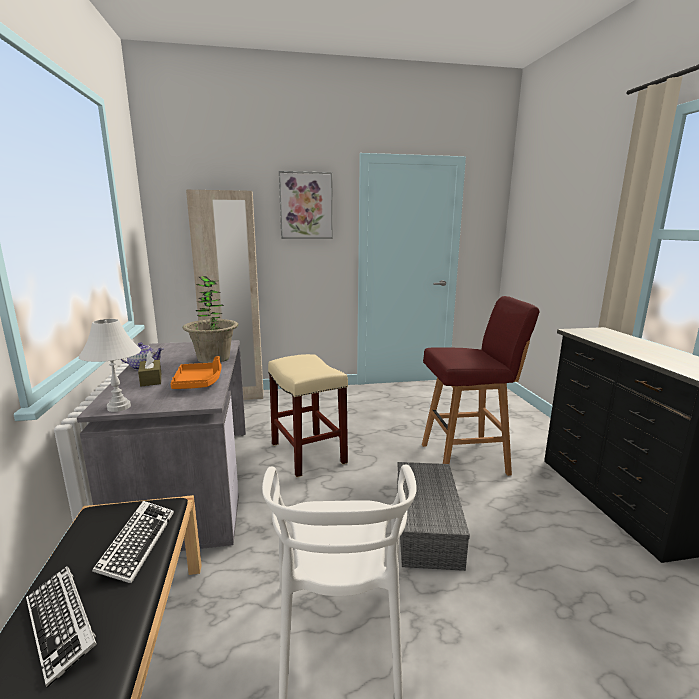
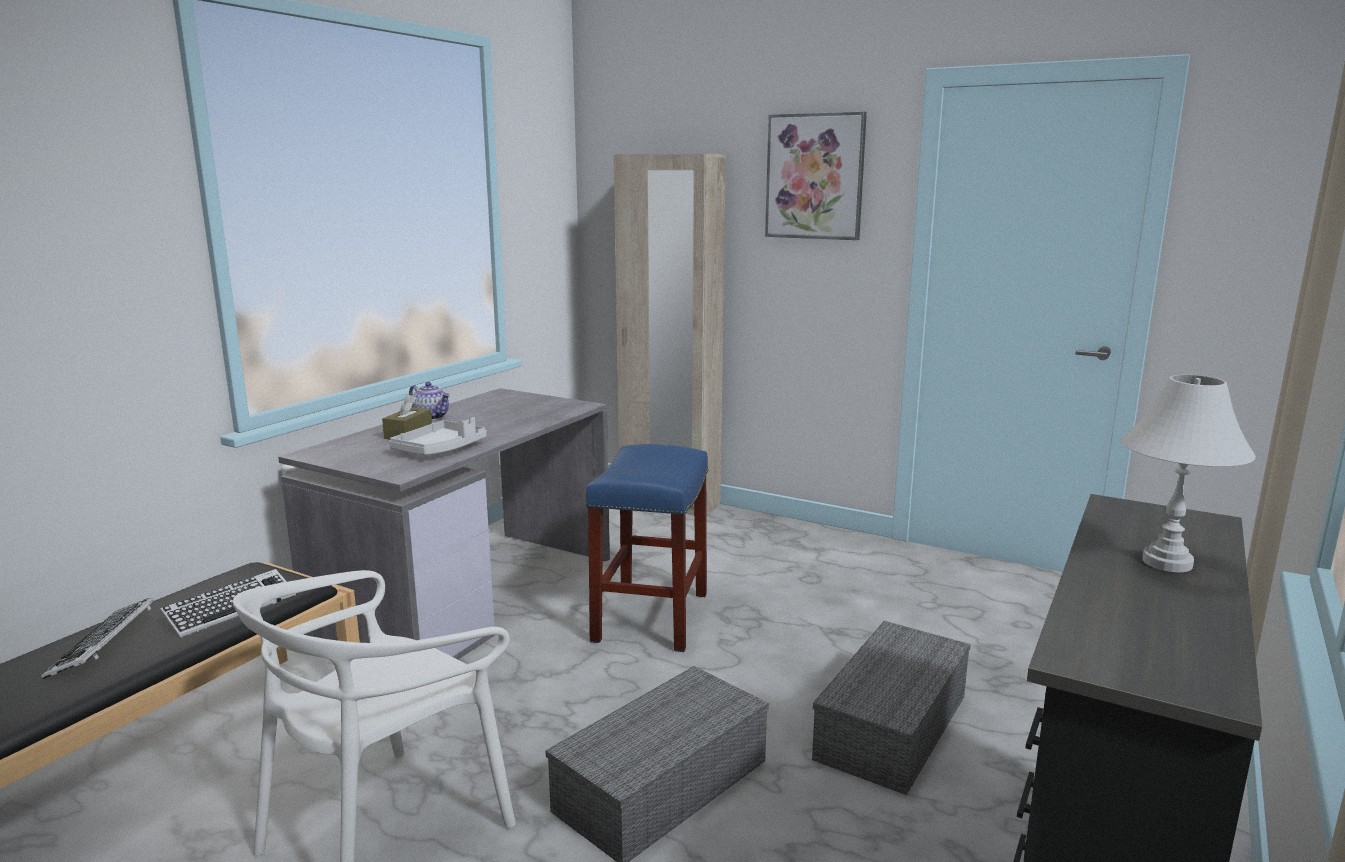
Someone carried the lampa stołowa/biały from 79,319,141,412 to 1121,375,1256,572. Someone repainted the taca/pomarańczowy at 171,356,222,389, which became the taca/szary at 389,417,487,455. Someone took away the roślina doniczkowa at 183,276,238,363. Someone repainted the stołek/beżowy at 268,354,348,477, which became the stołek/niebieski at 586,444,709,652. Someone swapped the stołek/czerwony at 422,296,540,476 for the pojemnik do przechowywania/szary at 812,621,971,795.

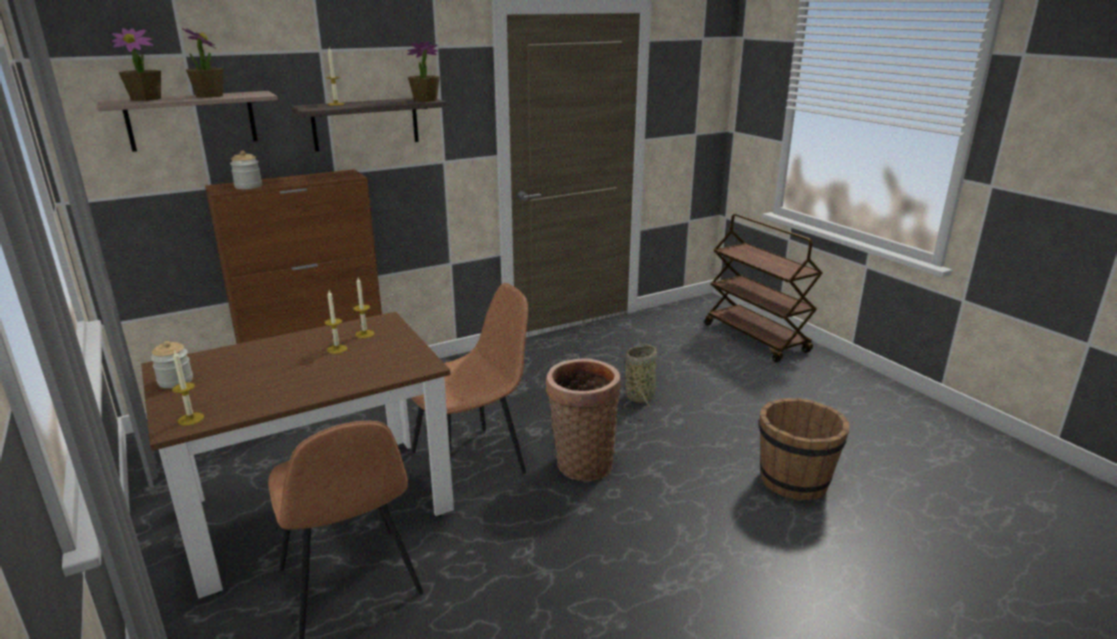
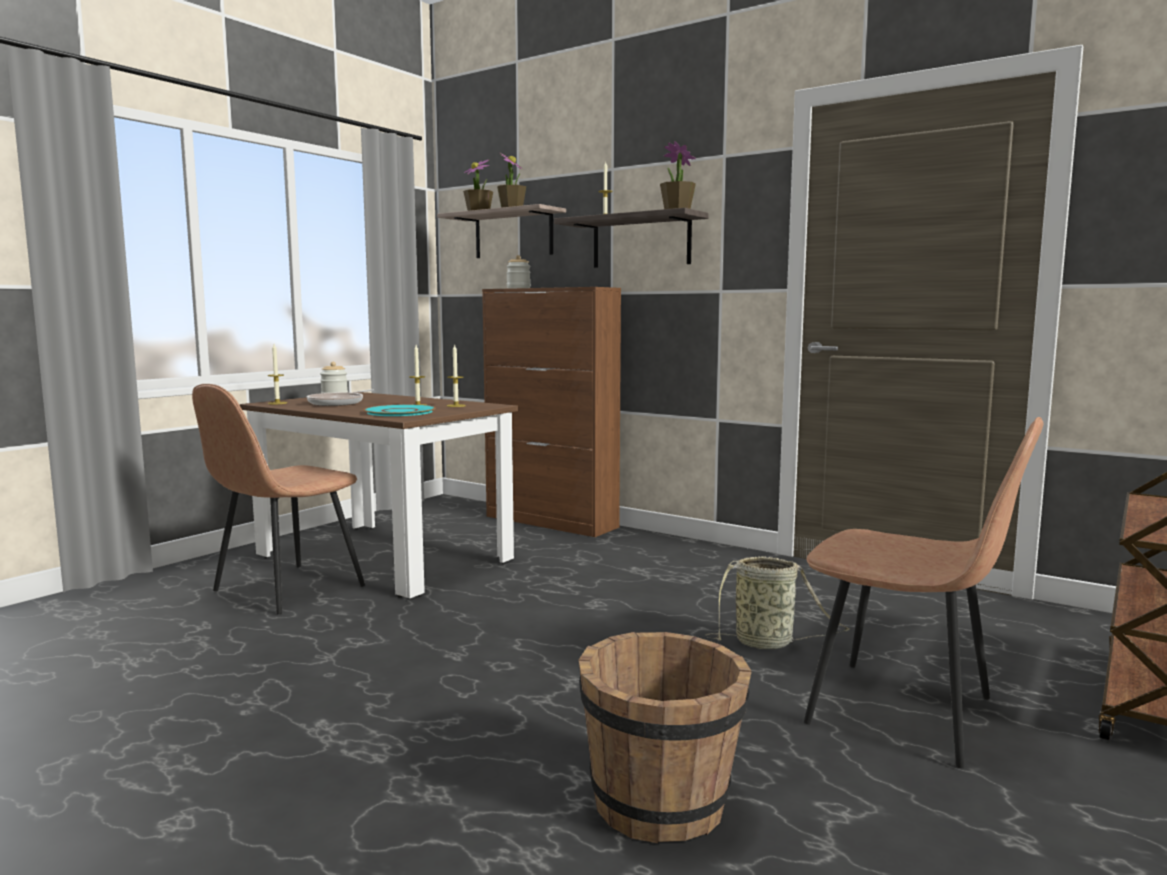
Someone carried the krzesło/brązowy from 411,283,528,474 to 804,417,1043,768. Someone took away the koszyk at 546,359,621,481. Someone put down the patelnia at 307,389,374,406. Someone put down the talerz/turkusowy at 363,404,436,416.

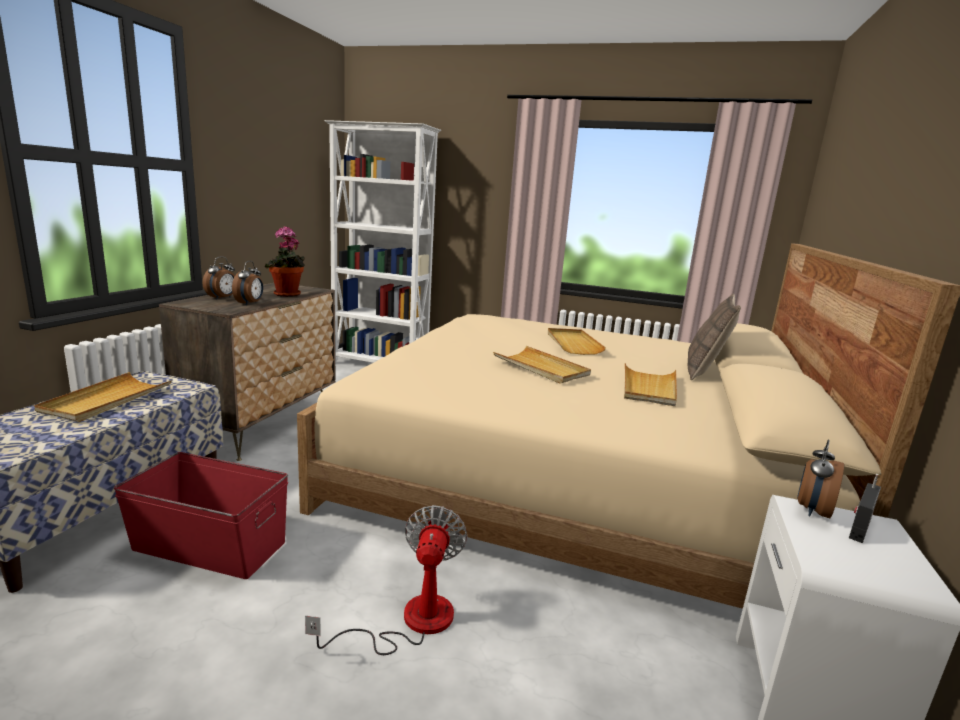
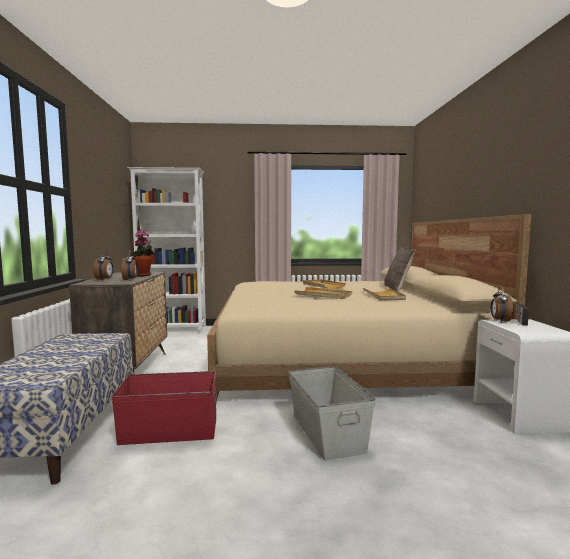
Someone took away the taca/beżowy at 34,372,172,422. Someone swapped the wentylator at 305,505,468,655 for the pojemnik do przechowywania/szary at 289,366,375,460.

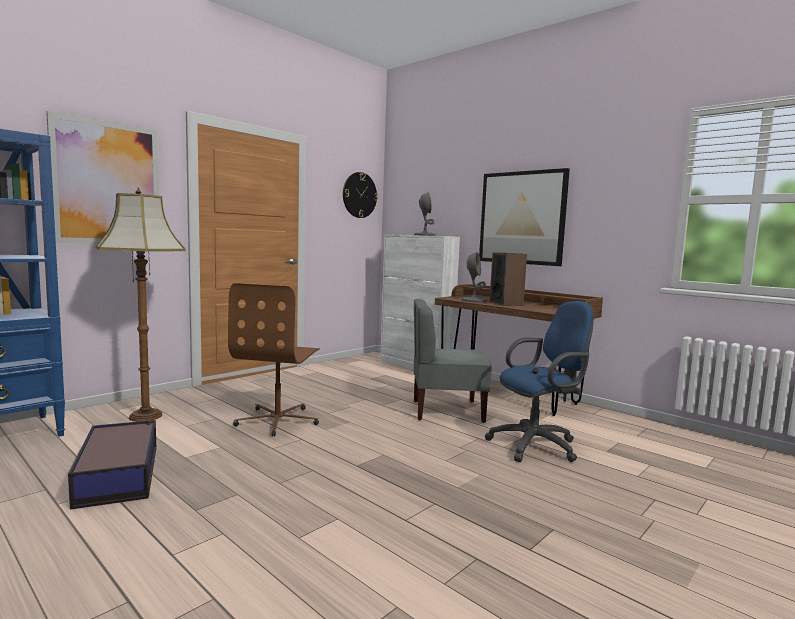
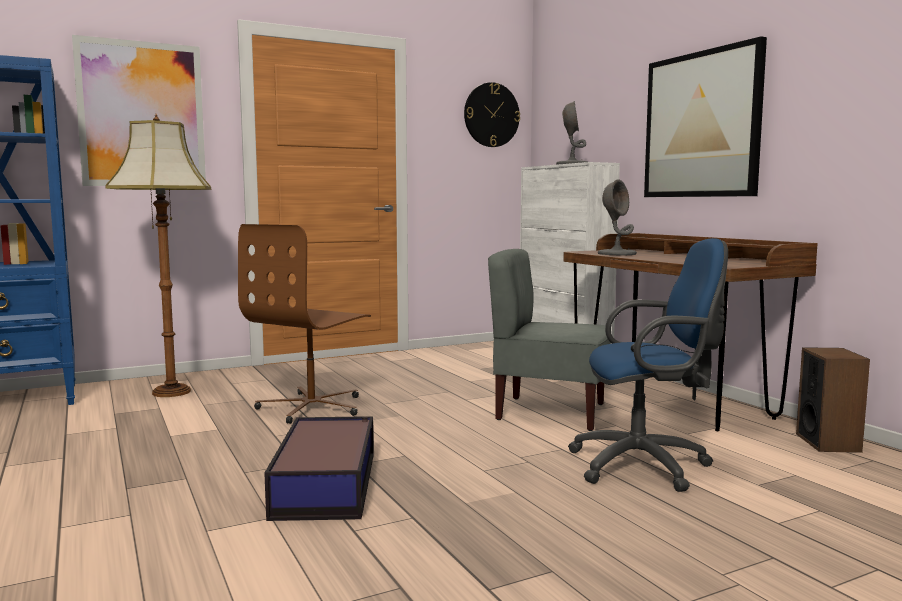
Someone carried the pojemnik do przechowywania from 68,420,156,510 to 264,416,374,521. Someone carried the głośnik from 490,252,527,306 to 796,347,870,453.

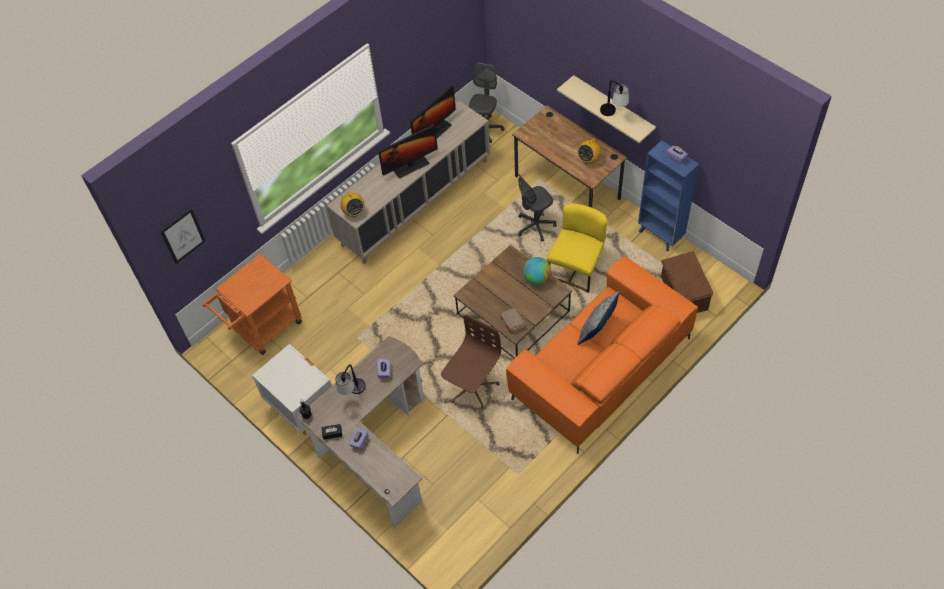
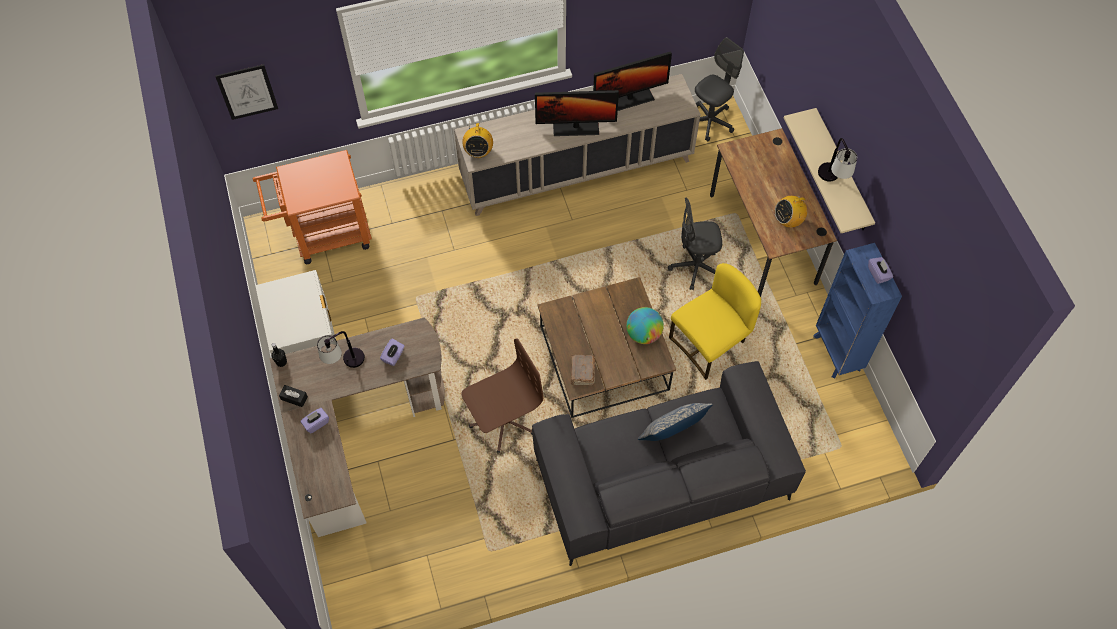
Someone repainted the kanapa/pomarańczowy at 506,256,698,454, which became the kanapa/szary at 532,361,806,566. Someone took away the pojemnik do przechowywania/brązowy at 661,251,714,313.

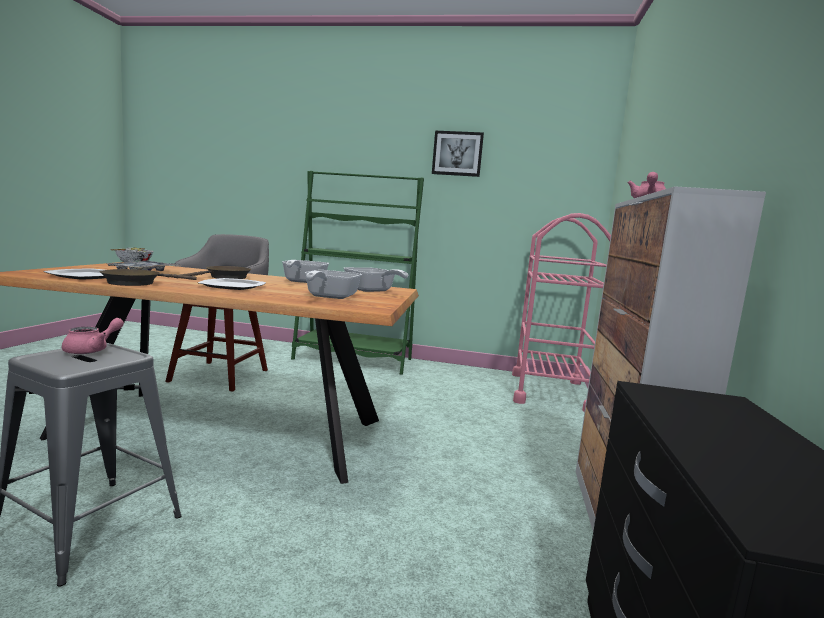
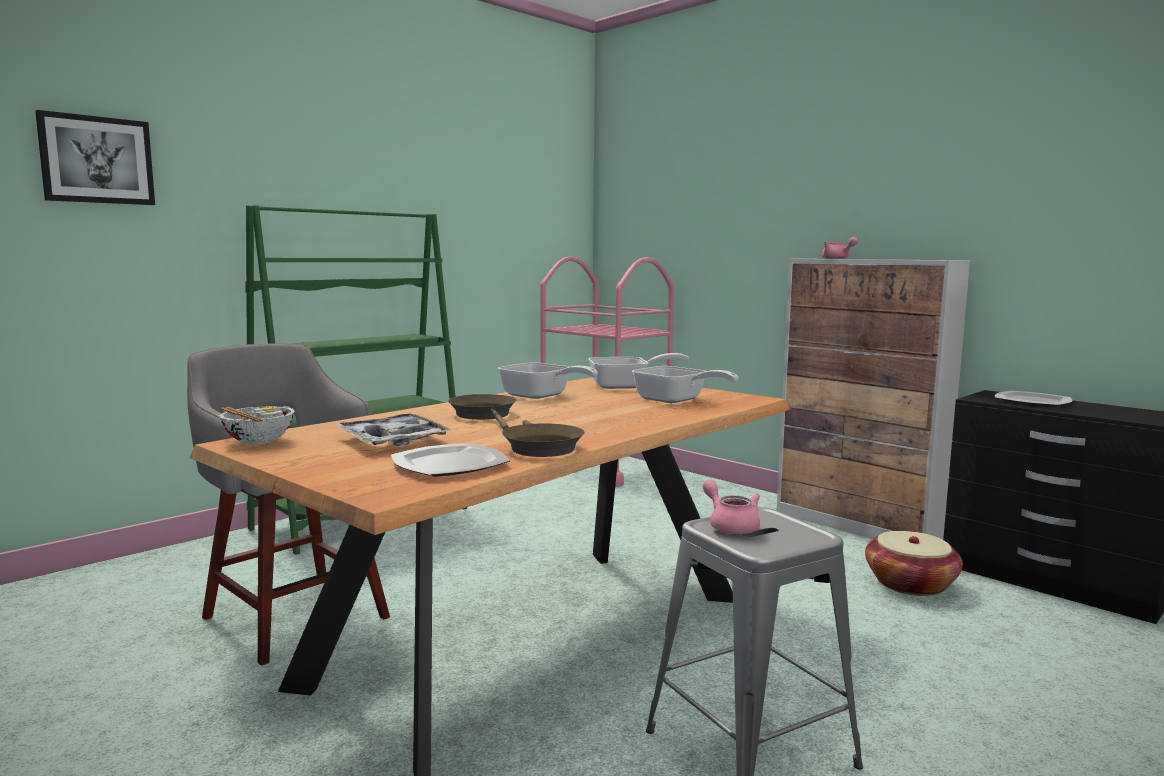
Someone carried the talerz from 198,278,266,290 to 995,391,1072,407. Someone carried the obraz from 432,131,484,177 to 35,110,155,205. Someone put down the koszyk at 865,531,963,596.

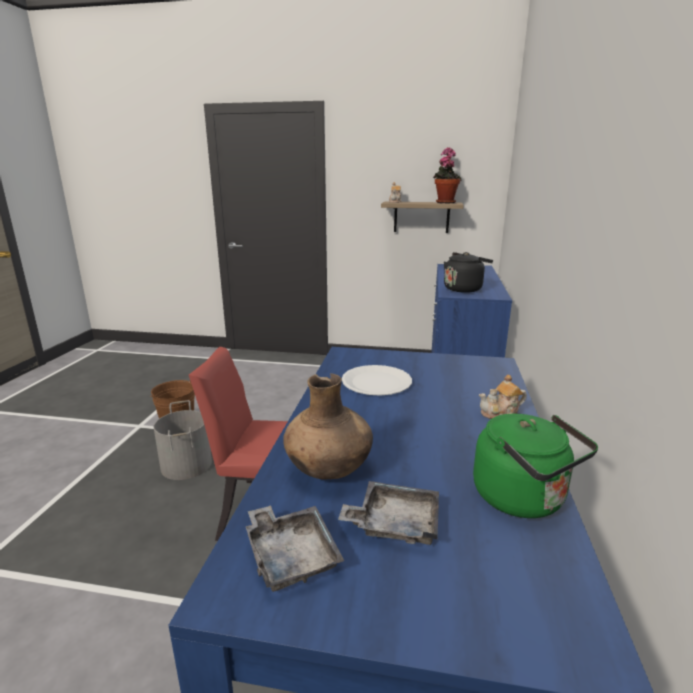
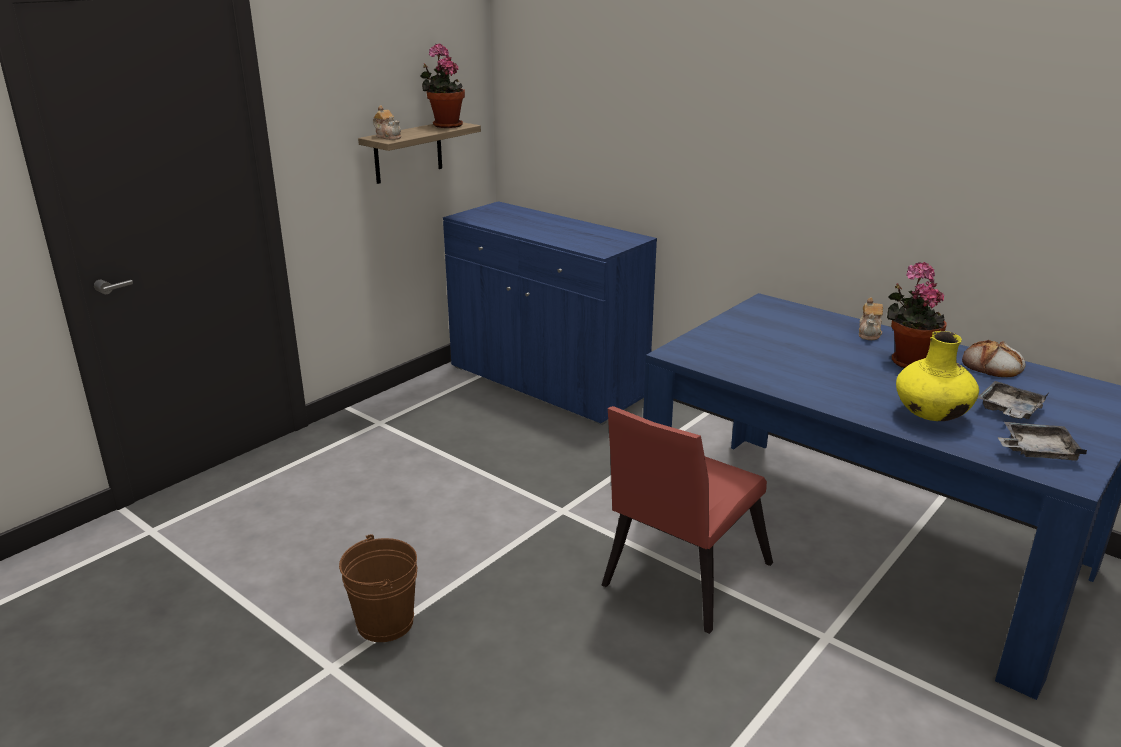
Someone took away the wiadro/szary at 154,400,212,480. Someone repainted the wazon/brązowy at 283,373,373,479, which became the wazon/żółty at 896,331,979,421. Someone took away the talerz/biały at 342,365,412,396. Someone took away the czajnik/czarny at 444,252,493,293. Someone swapped the czajnik/zielony at 473,414,598,518 for the chleb at 962,340,1026,377. Someone put down the roślina doniczkowa at 887,262,946,368.

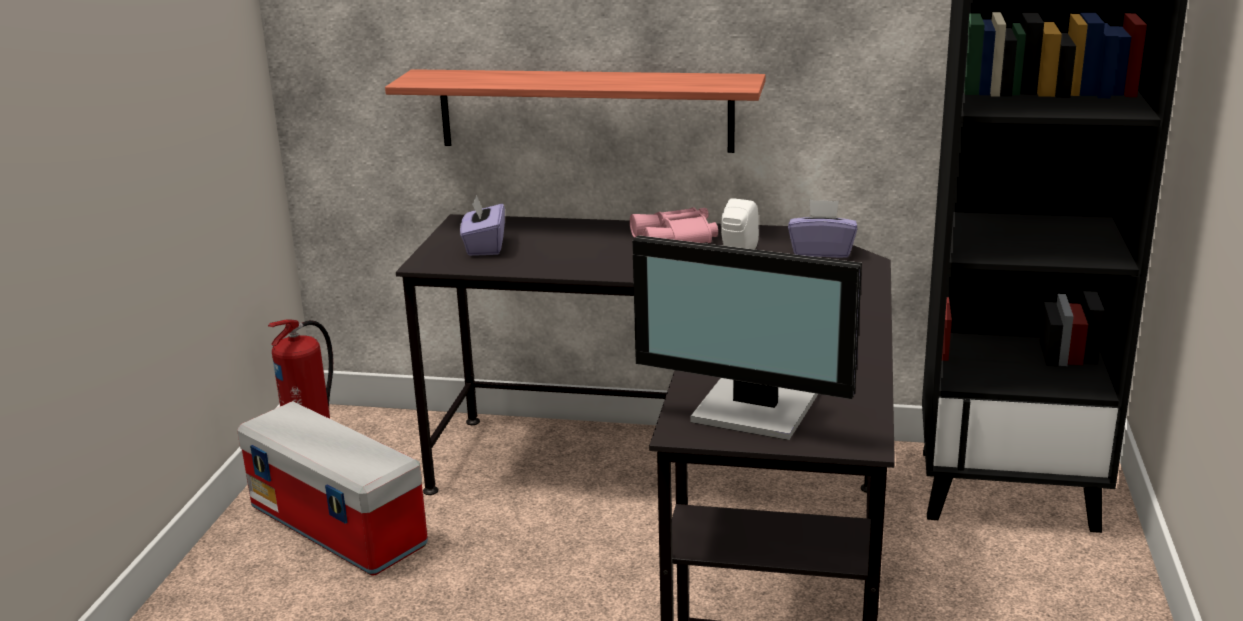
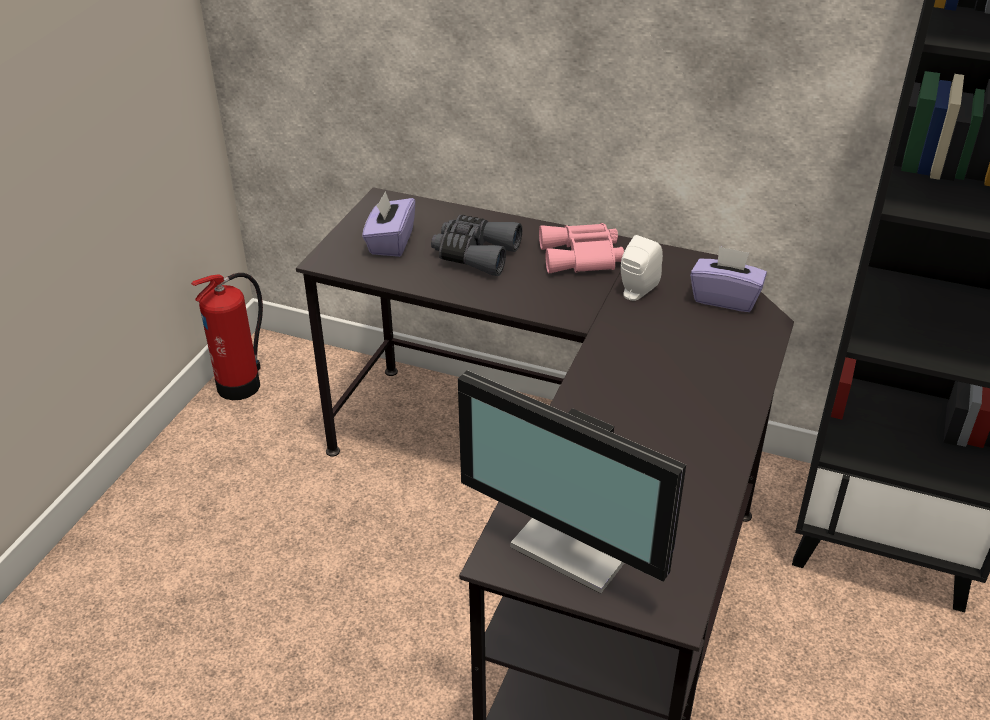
Someone took away the pojemnik do przechowywania at 237,401,428,576. Someone took away the półka at 385,69,766,153. Someone put down the lornetka/szary at 431,215,522,276.

